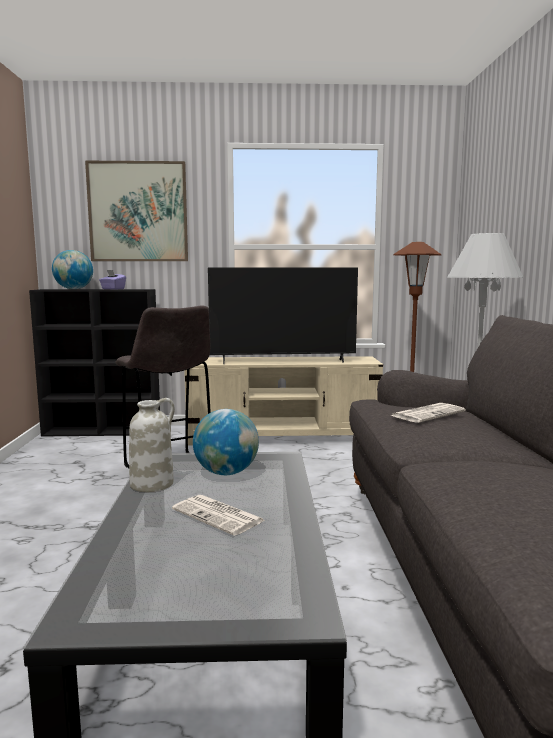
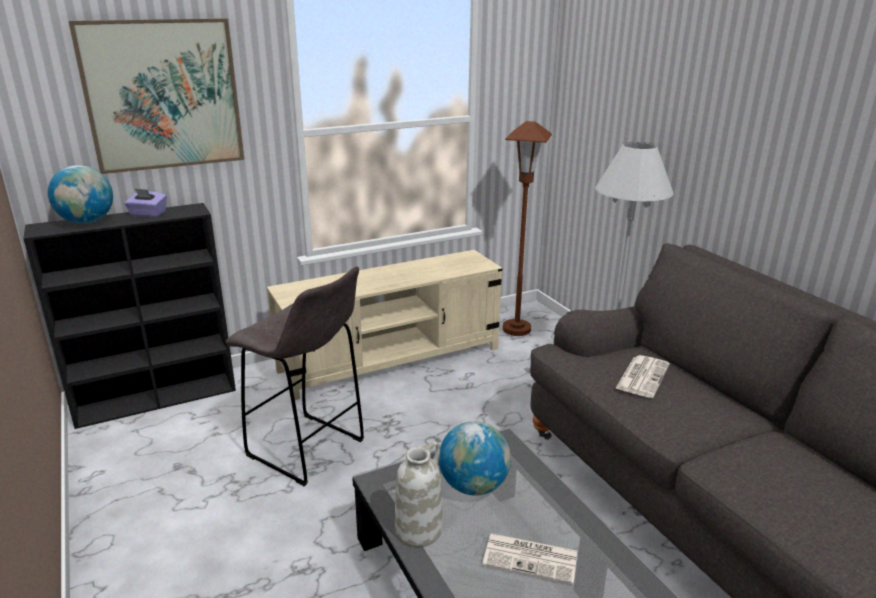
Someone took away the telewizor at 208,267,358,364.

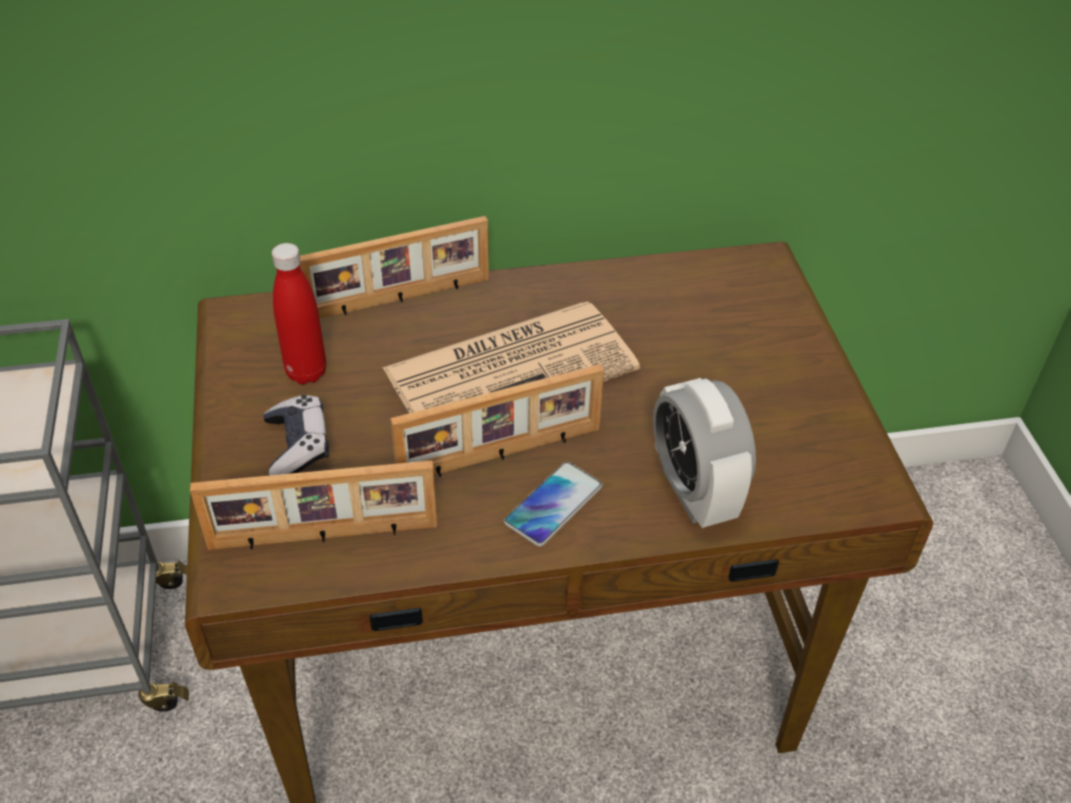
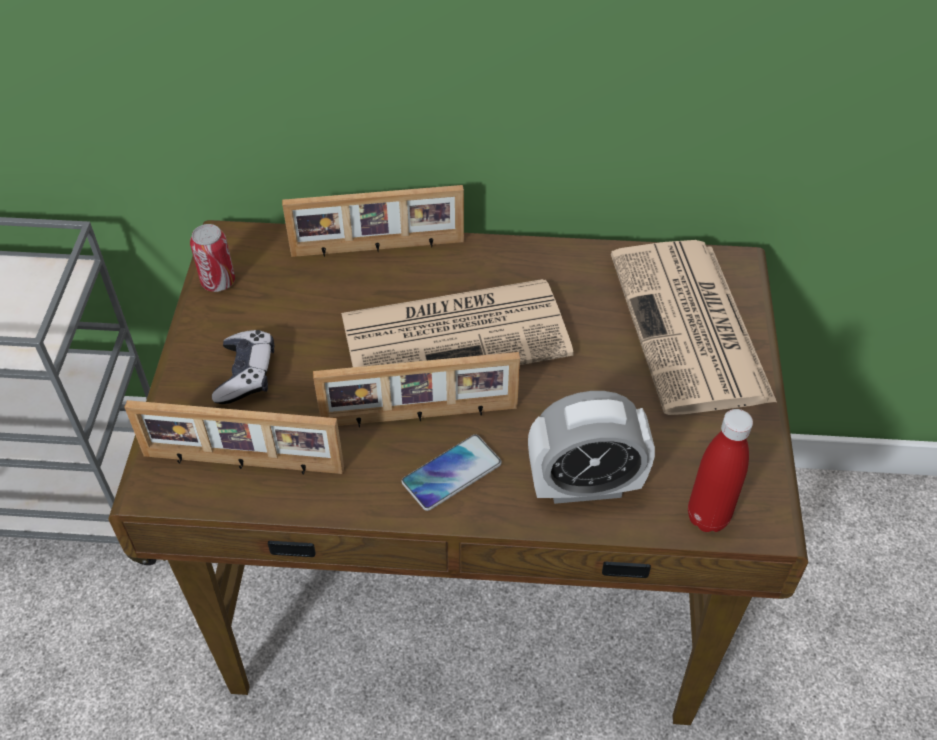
Someone carried the butelka/czerwony from 272,243,326,384 to 688,409,753,532. Someone rotated the budzik at 653,378,756,528 by 90 degrees counterclockwise. Someone put down the puszka at 190,224,235,292. Someone put down the gazeta at 611,240,777,415.

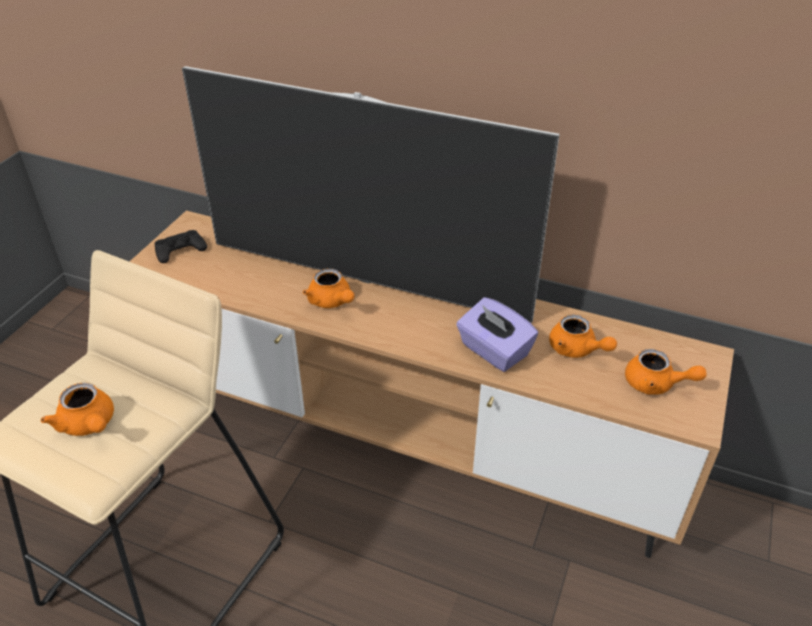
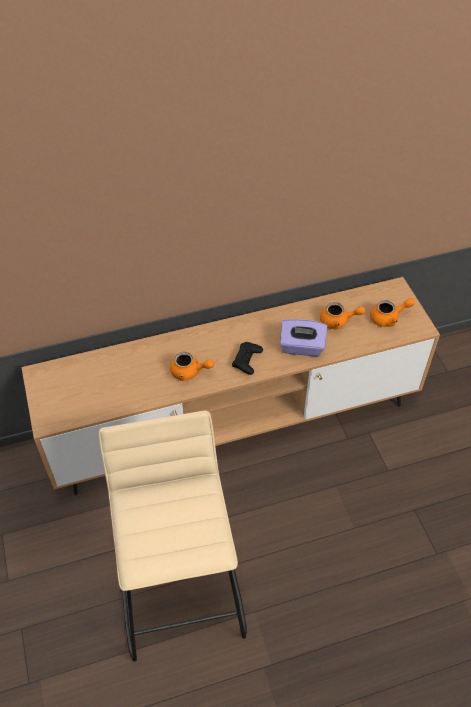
Someone took away the imbryk/pomarańczowy at 41,383,114,436. Someone carried the pad do gier/czarny from 155,230,207,263 to 232,342,263,375. Someone took away the telewizor at 182,66,560,323.

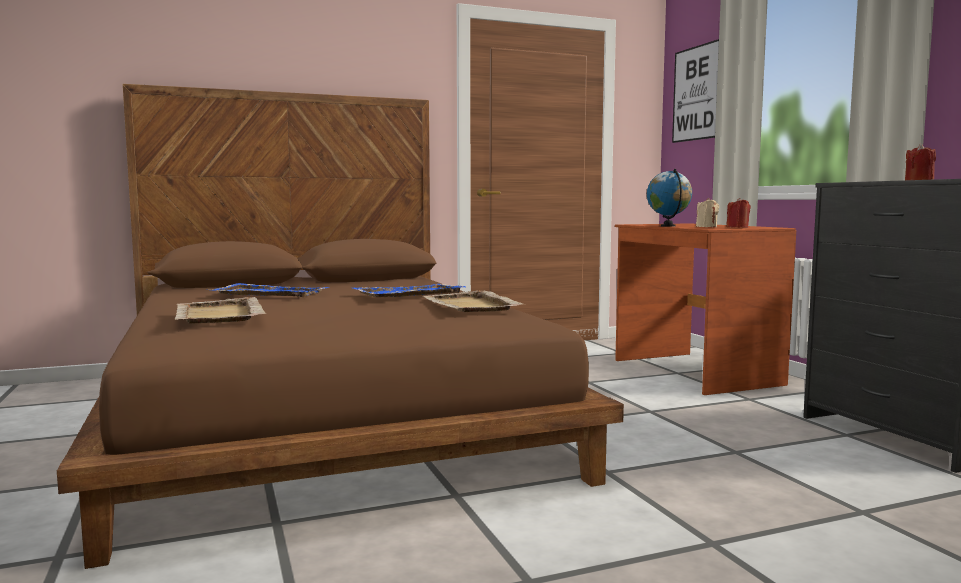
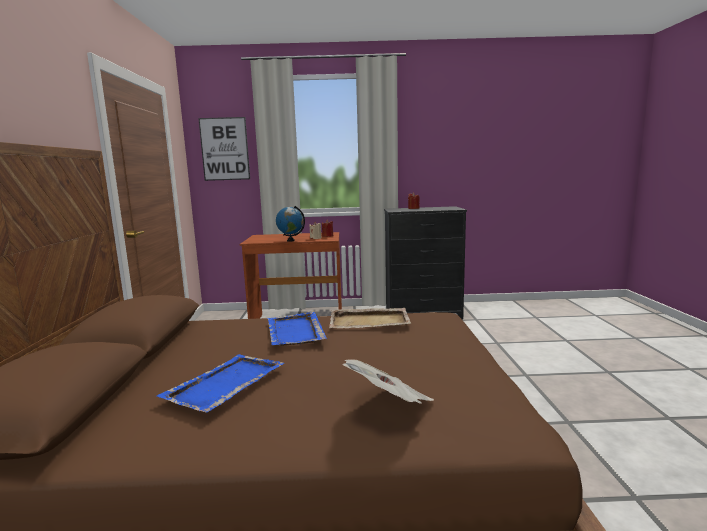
Someone swapped the taca/beżowy at 175,297,266,324 for the gazeta at 342,359,434,404.

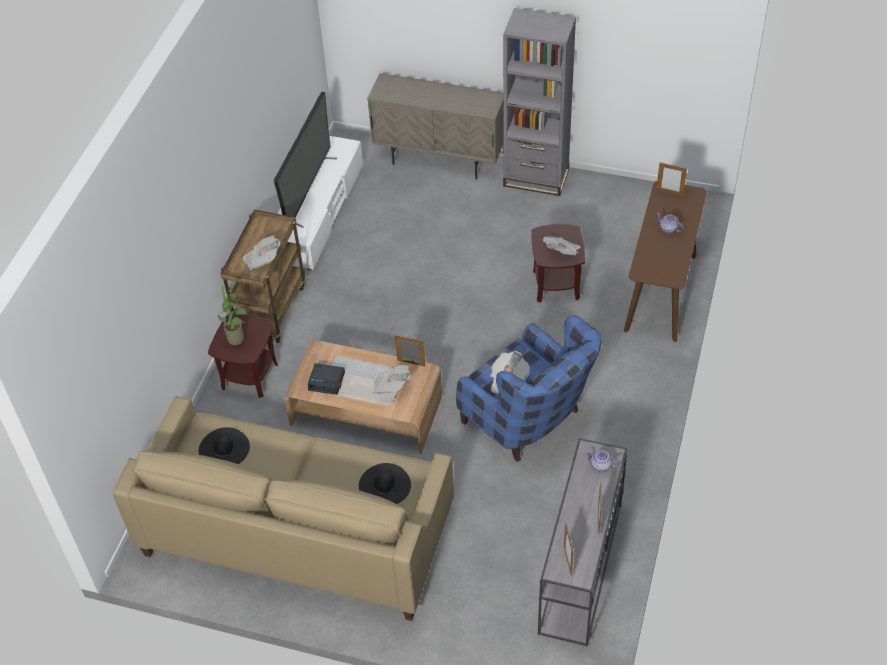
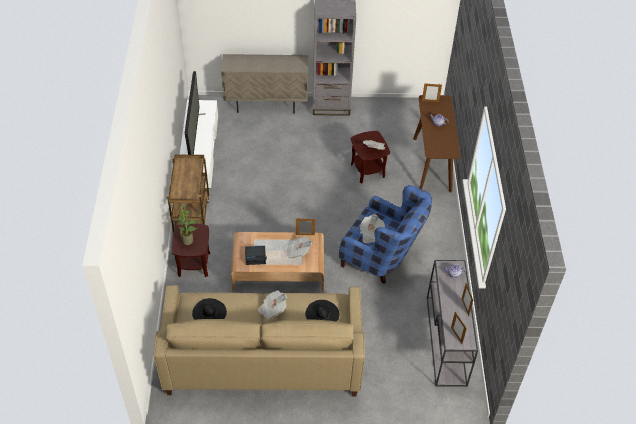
Someone carried the gazeta from 243,235,280,271 to 258,290,287,320.

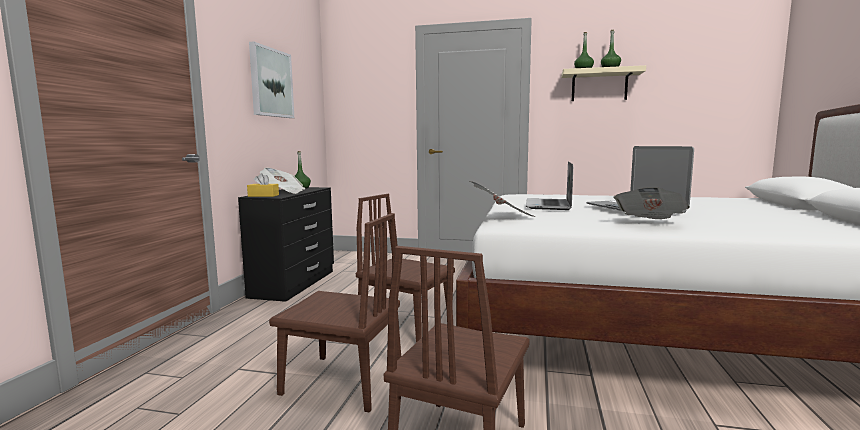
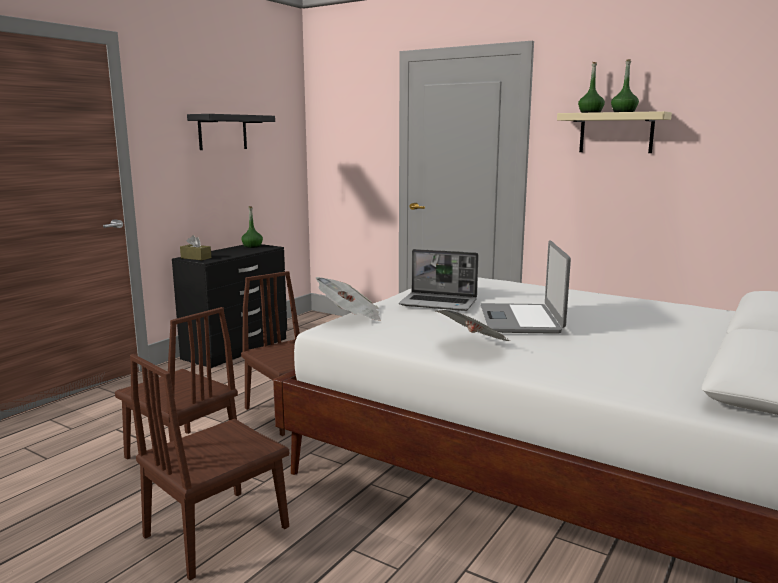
Someone repainted the pudełko chusteczek/żółty at 247,173,279,197, which became the pudełko chusteczek/brązowy at 180,235,211,260. Someone swapped the obraz at 249,41,294,118 for the półka/czarny at 187,114,275,150. Someone took away the gazeta at 260,167,306,194. Someone rotated the laptop at 526,162,573,210 by 105 degrees counterclockwise.

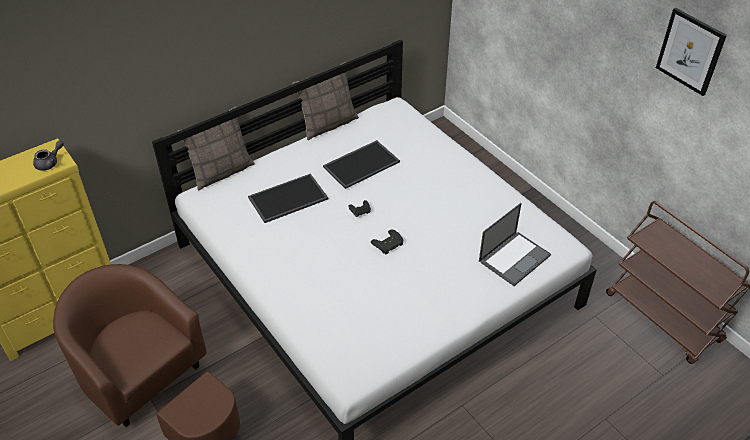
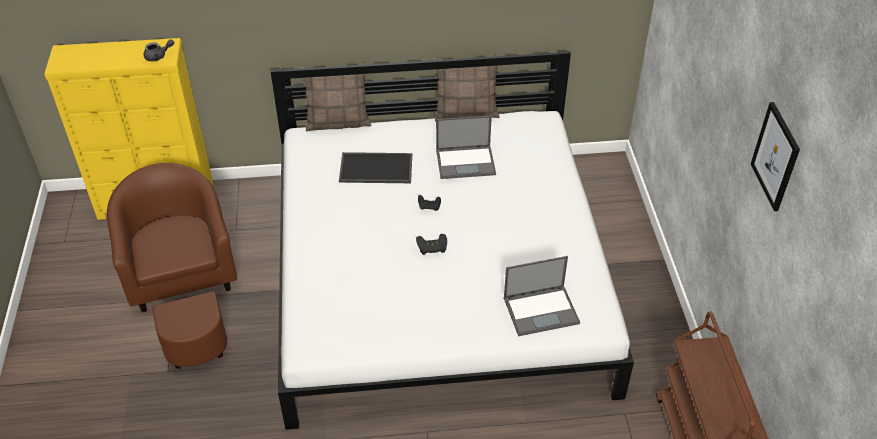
Someone swapped the taca at 323,140,400,189 for the laptop at 436,115,496,179.

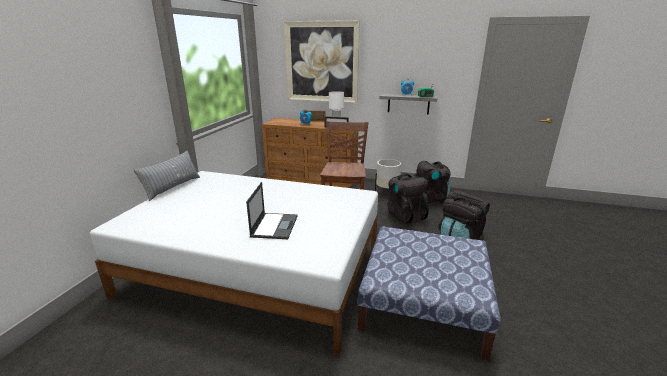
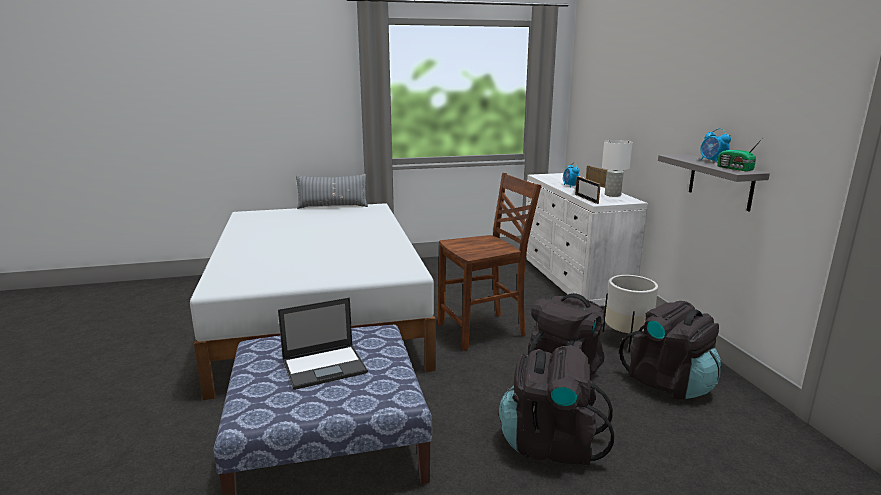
Someone carried the laptop from 246,182,298,239 to 278,297,368,390. Someone repainted the komoda/brązowy at 262,118,358,188, which became the komoda/biały at 525,173,648,307. Someone took away the obraz at 284,20,360,103.

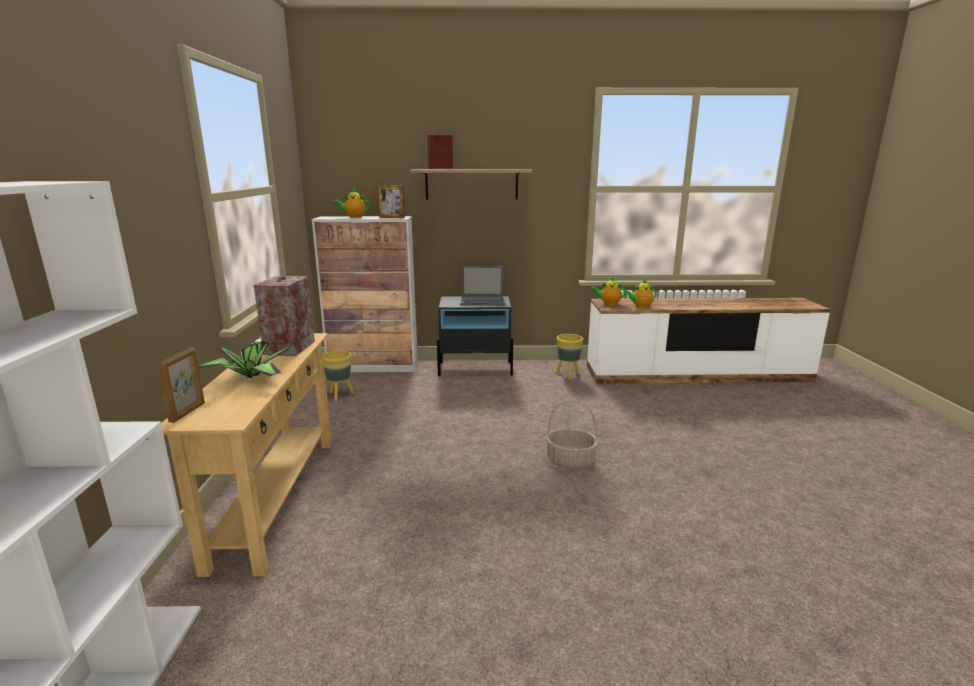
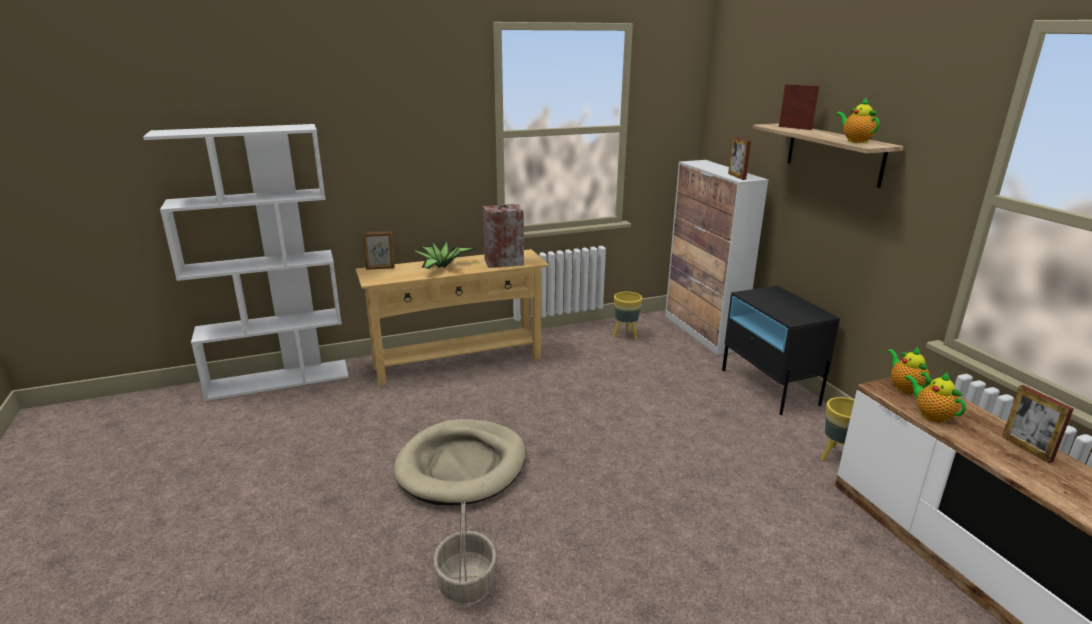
Someone carried the imbryk from 333,188,369,218 to 836,98,880,143. Someone took away the laptop at 460,266,503,305. Someone carried the koszyk from 546,400,598,469 to 433,502,496,604. Someone put down the legowisko/beżowy at 393,419,525,506. Someone put down the ramka na zdjęcie at 1002,385,1074,463.

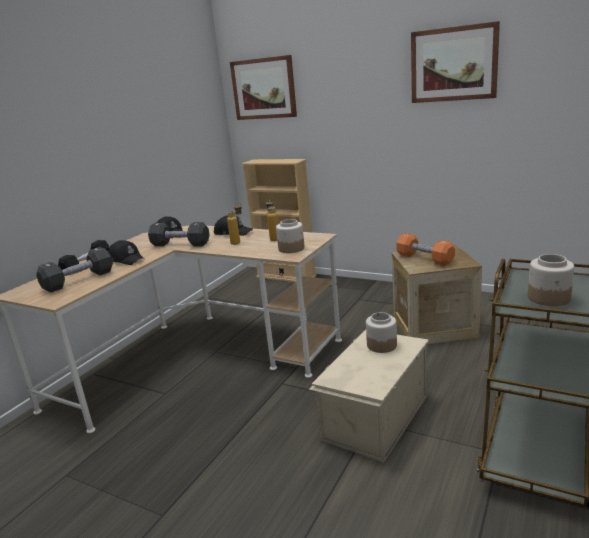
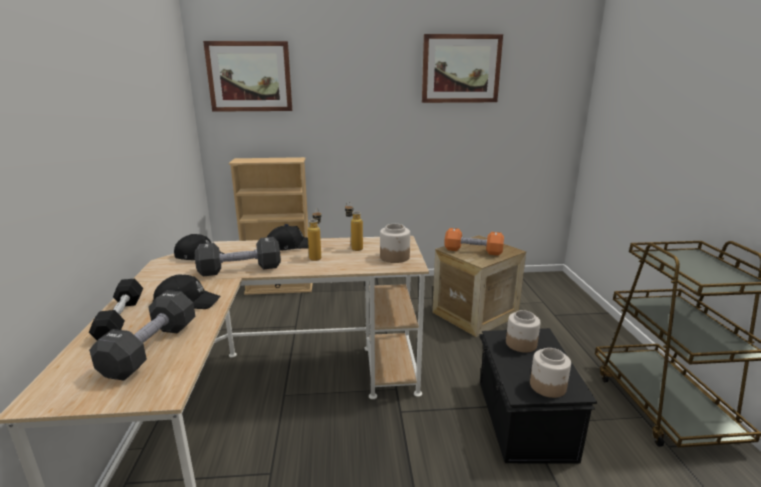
Someone repainted the pojemnik do przechowywania/beżowy at 309,330,429,463, which became the pojemnik do przechowywania/czarny at 479,328,597,464. Someone carried the słoik from 528,254,574,306 to 530,348,571,398.

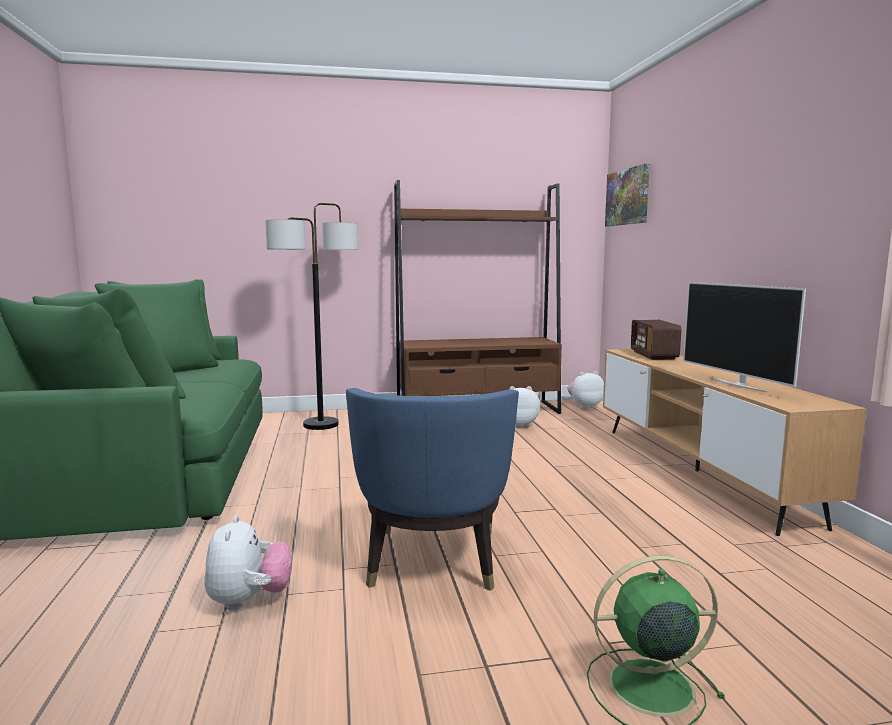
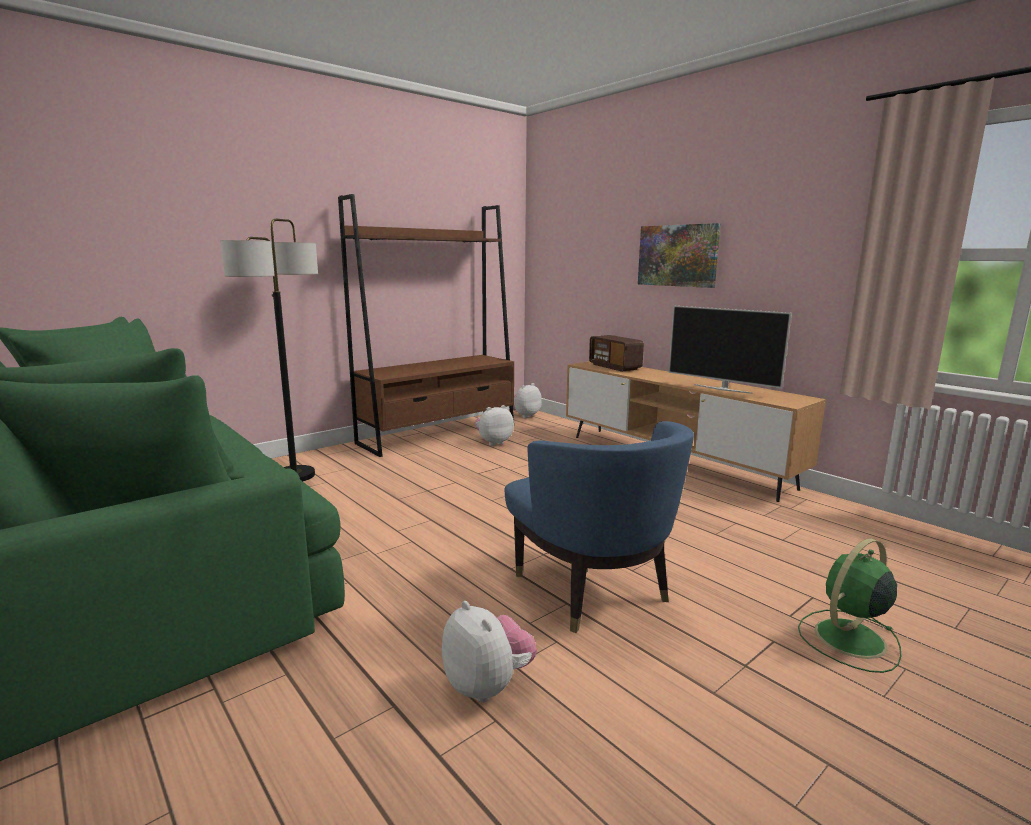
Someone carried the obraz from 605,164,650,226 to 638,223,721,288.

